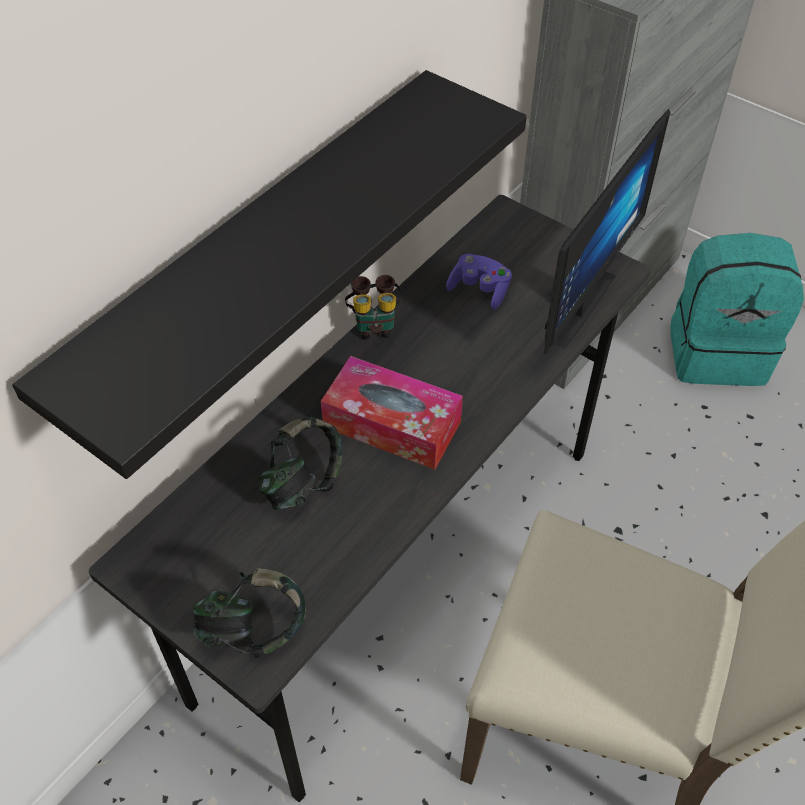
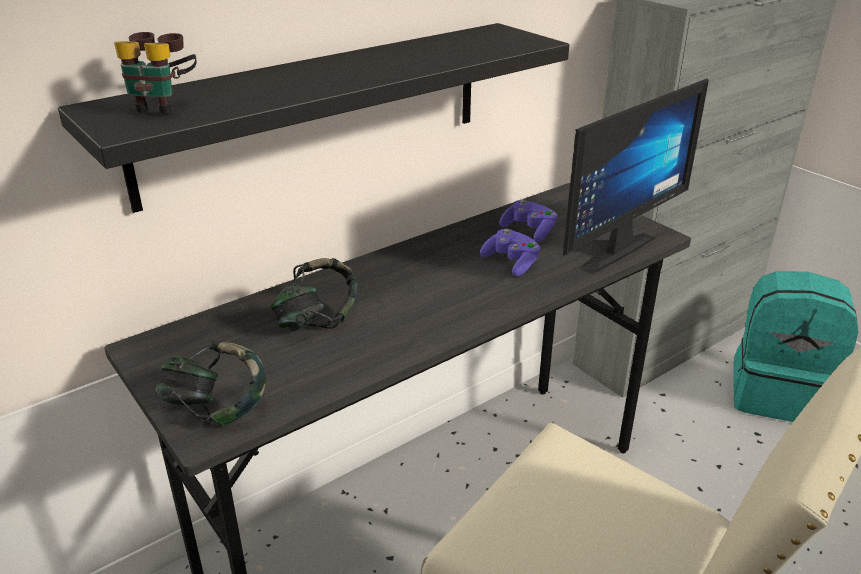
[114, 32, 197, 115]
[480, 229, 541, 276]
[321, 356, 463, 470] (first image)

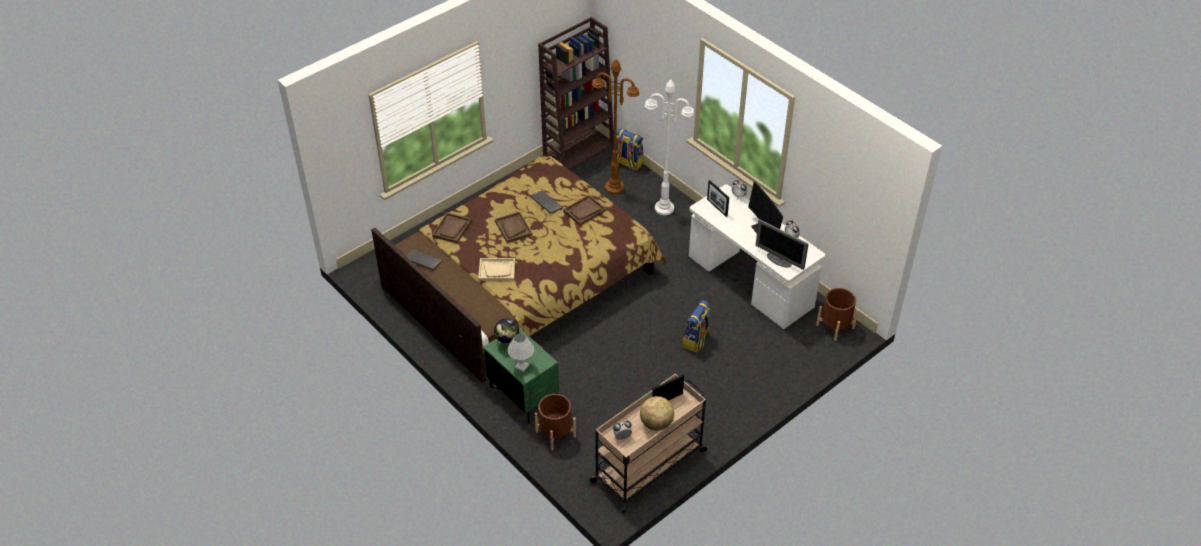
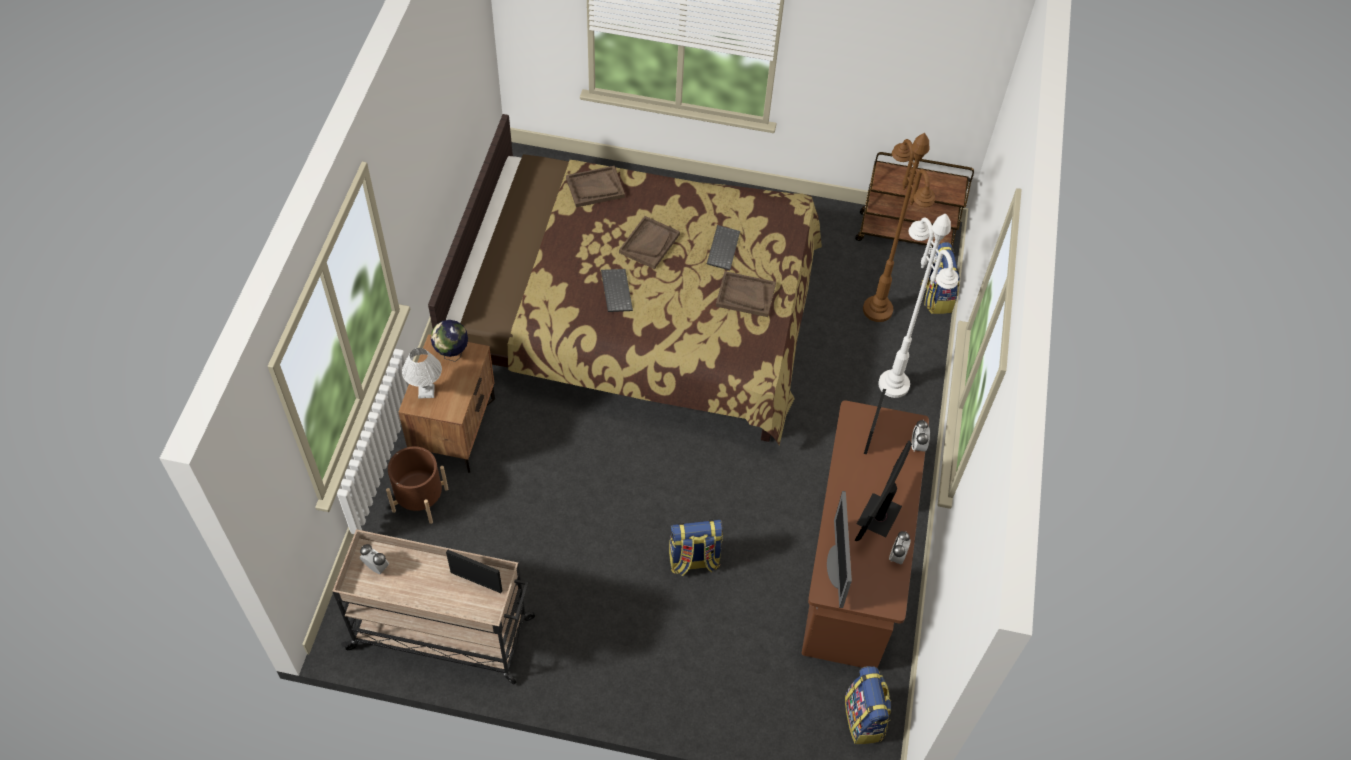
[398, 334, 495, 473]
[601, 269, 633, 312]
[802, 400, 929, 668]
[845, 666, 891, 744]
[855, 152, 974, 248]
[478, 258, 515, 281] (first image)
[640, 396, 674, 431] (first image)

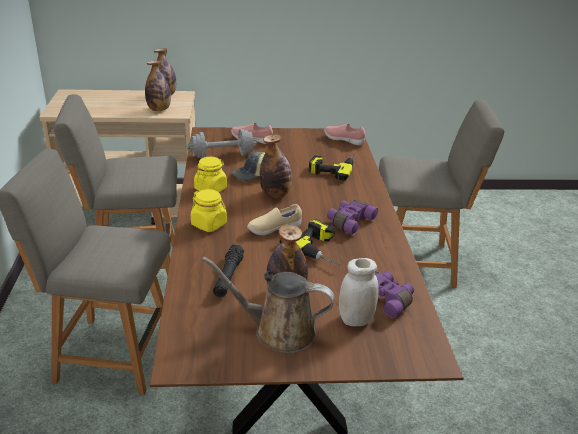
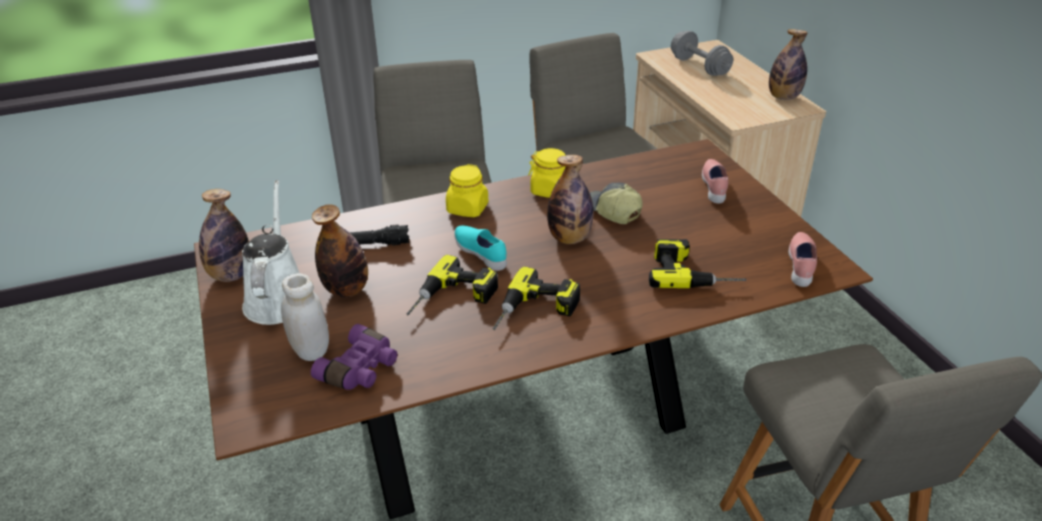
[199, 189, 249, 282]
[242, 180, 299, 325]
[454, 225, 507, 271]
[493, 266, 580, 330]
[671, 31, 733, 76]

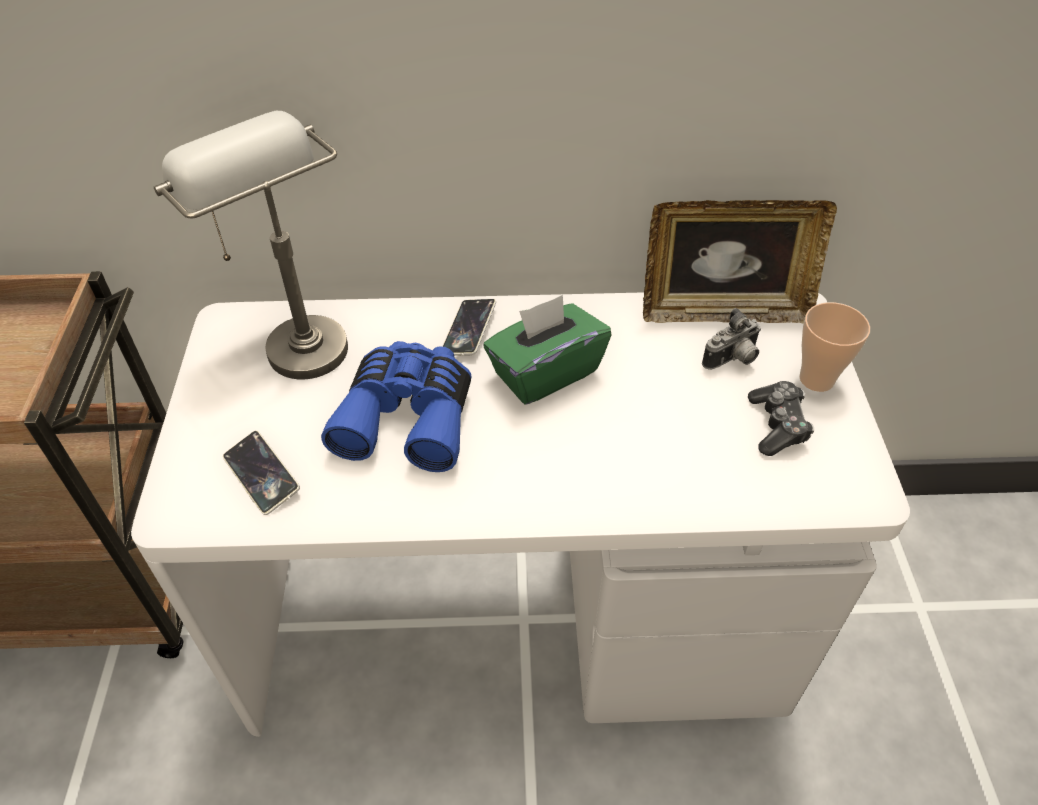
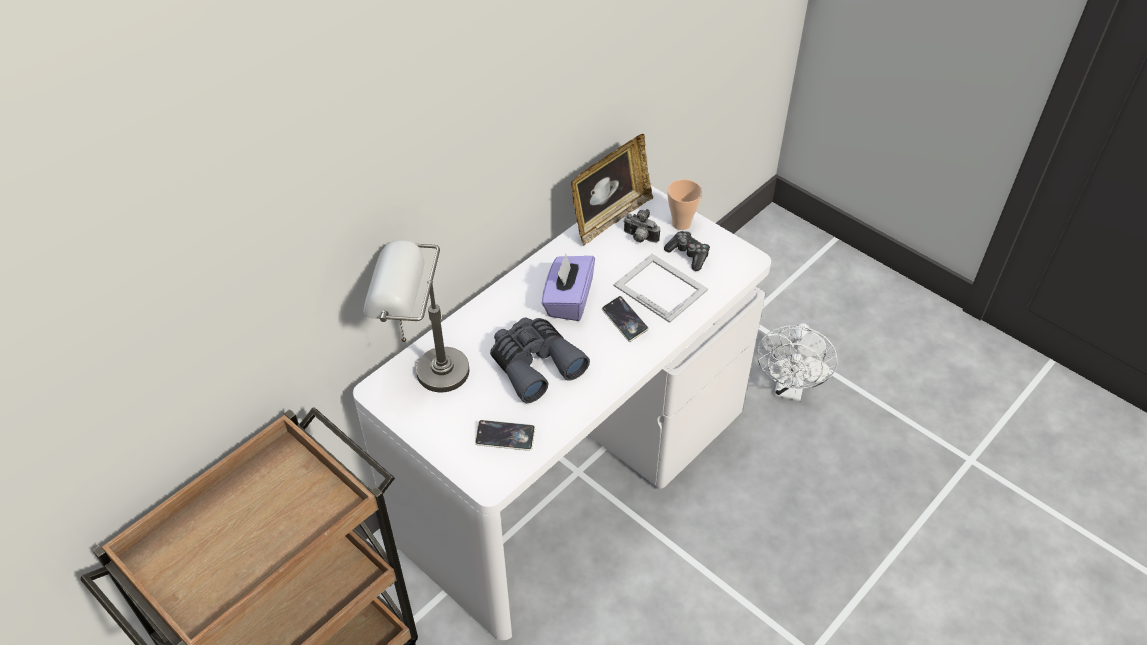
[490, 318, 590, 403]
[542, 254, 595, 321]
[602, 296, 649, 342]
[613, 254, 708, 323]
[623, 209, 660, 243]
[757, 323, 838, 402]

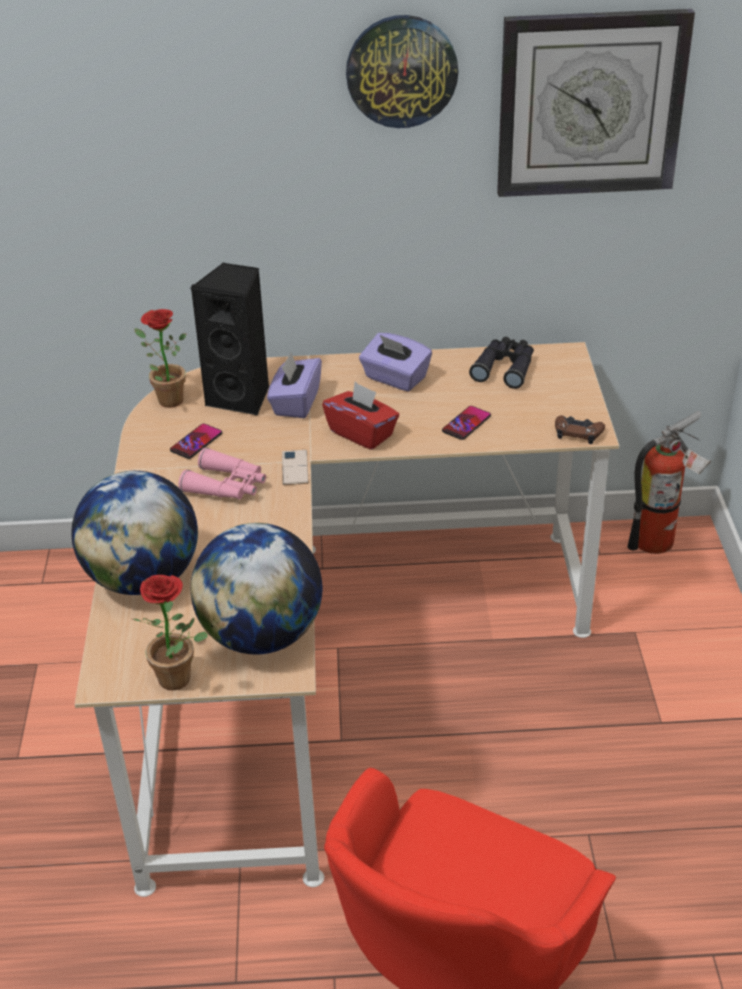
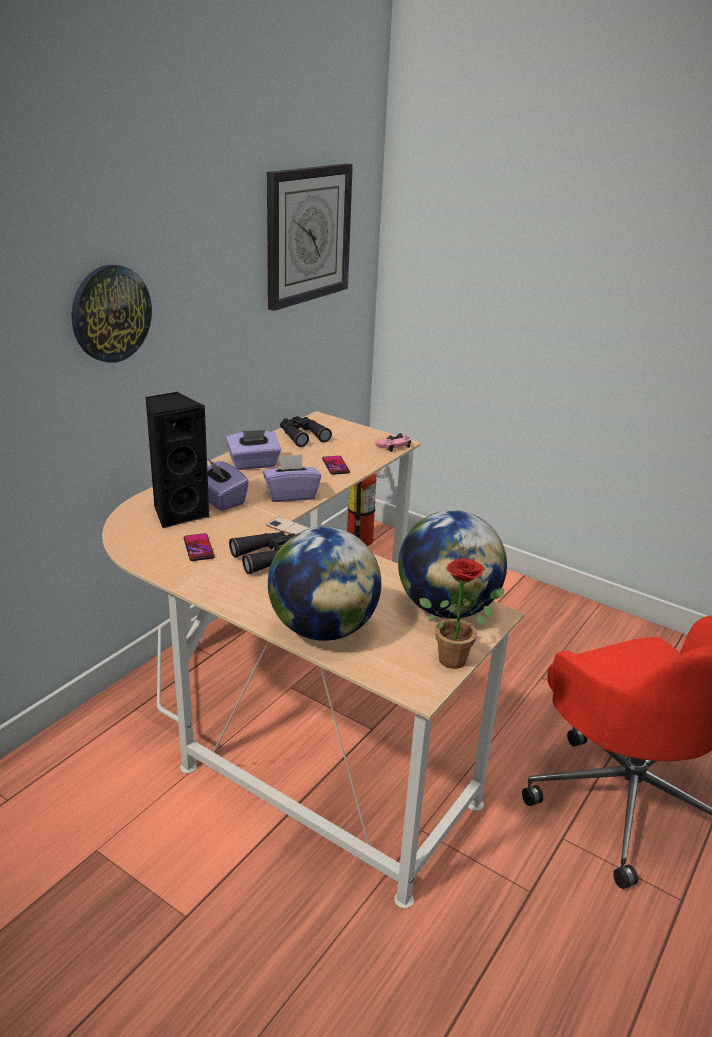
[72, 265, 152, 363]
[229, 531, 295, 574]
[263, 454, 321, 502]
[375, 433, 411, 452]
[135, 309, 186, 408] (first image)

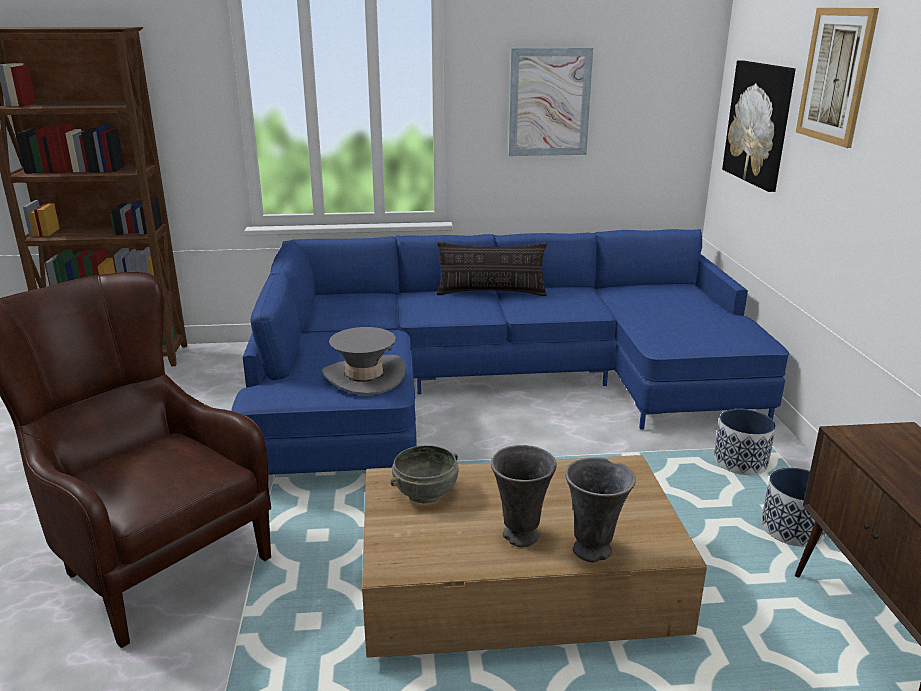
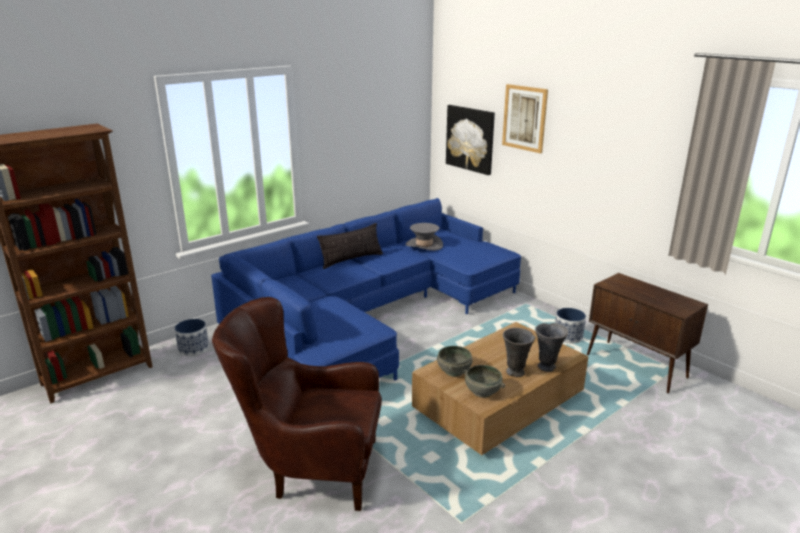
[175, 319, 209, 356]
[406, 223, 443, 251]
[463, 365, 505, 398]
[508, 48, 593, 156] (first image)

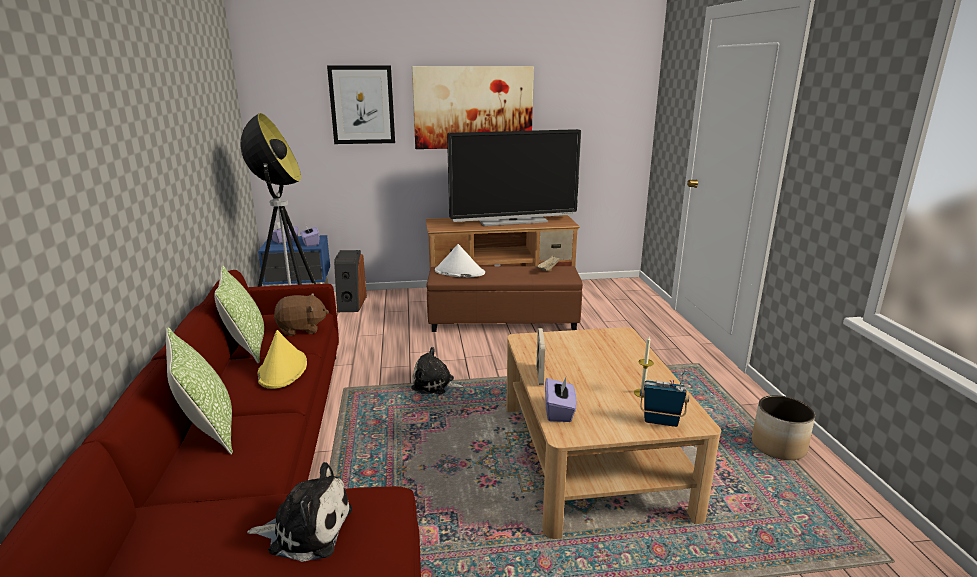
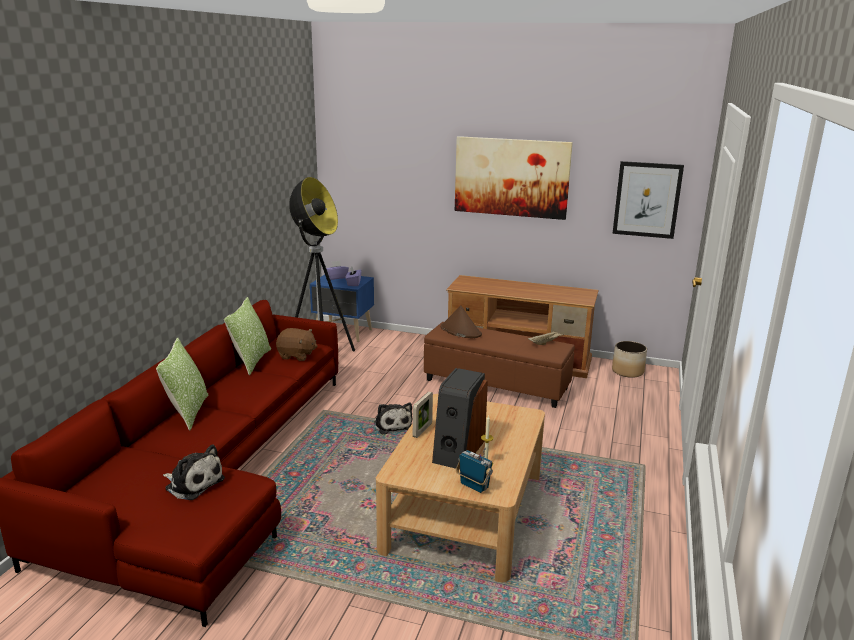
[374, 402, 412, 435]
[432, 368, 488, 469]
[441, 305, 482, 338]
[612, 341, 647, 378]
[613, 161, 684, 239]
[258, 330, 307, 389] (first image)
[447, 129, 581, 226] (first image)
[545, 375, 577, 422] (first image)

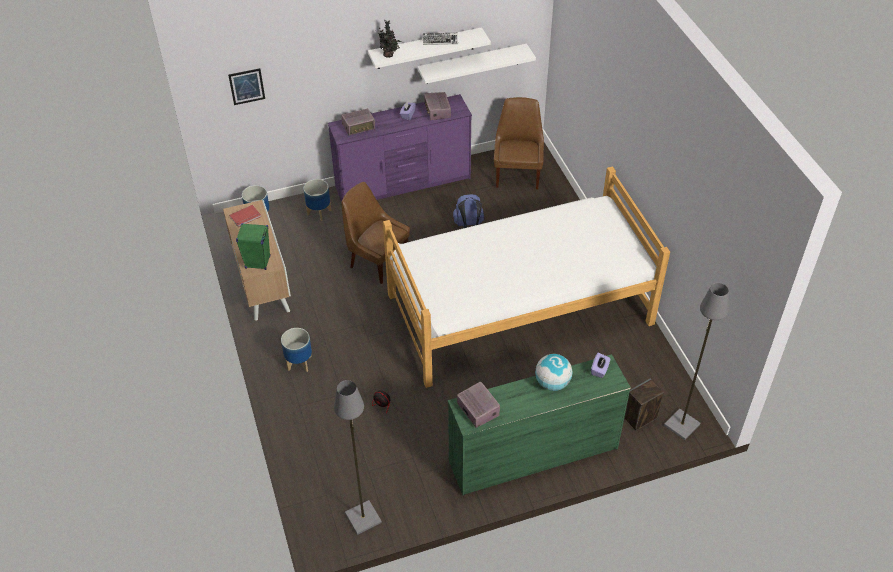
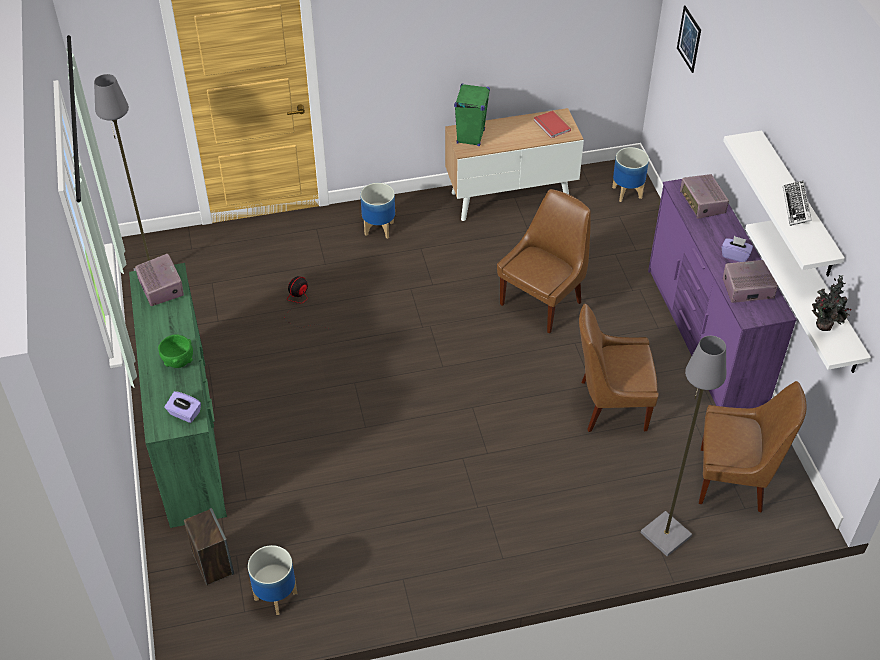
[135, 254, 184, 306]
[158, 334, 193, 368]
[248, 545, 298, 615]
[579, 304, 659, 432]
[640, 336, 726, 557]
[812, 275, 852, 331]
[383, 166, 670, 388] (first image)

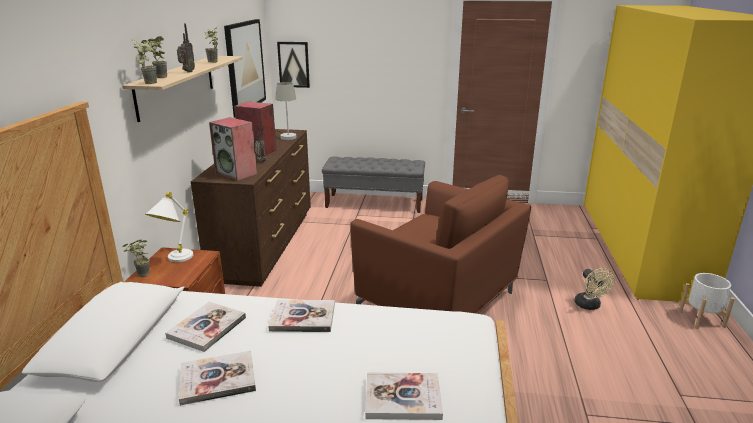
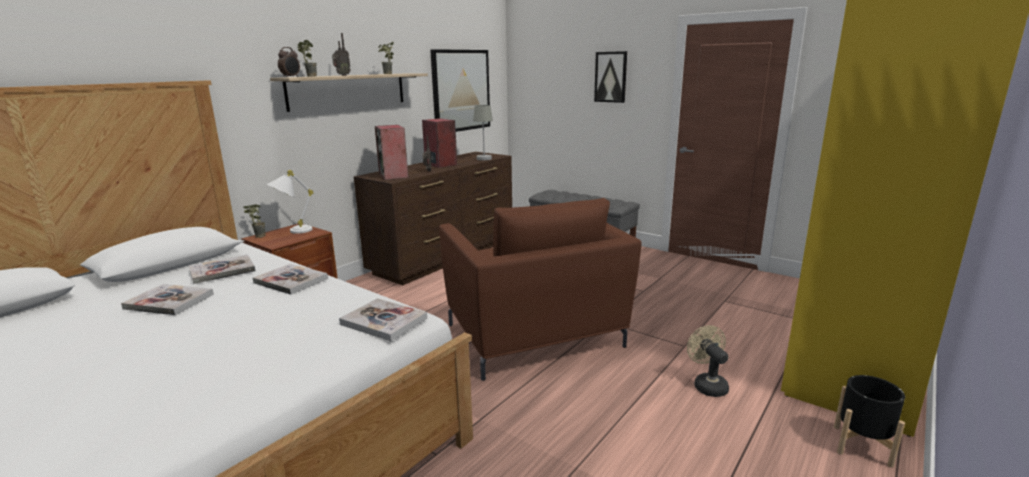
[278, 47, 300, 77]
[339, 298, 427, 341]
[594, 51, 627, 103]
[687, 325, 729, 397]
[834, 375, 905, 468]

